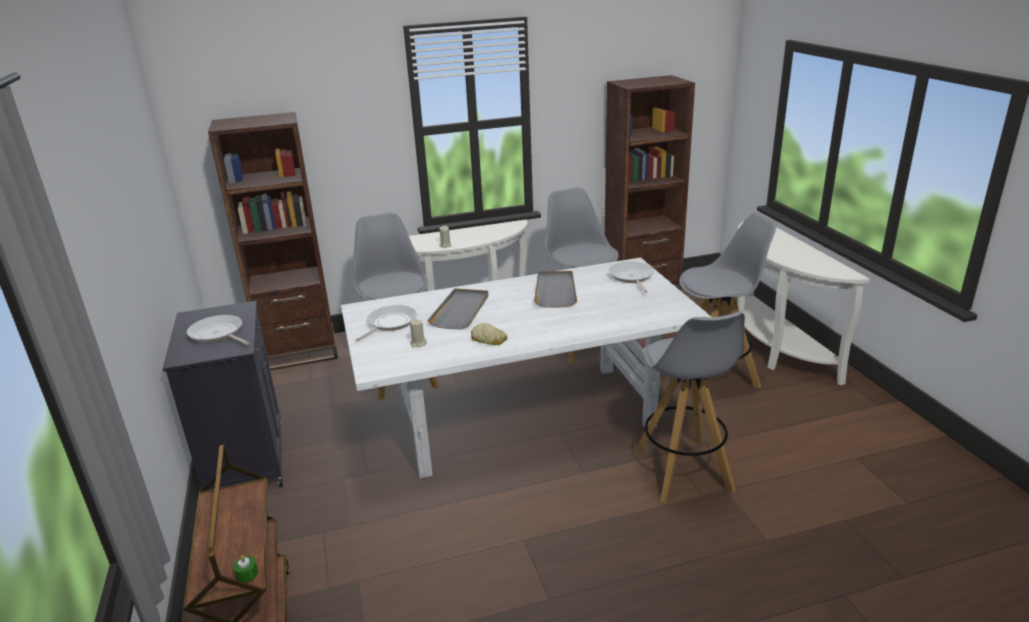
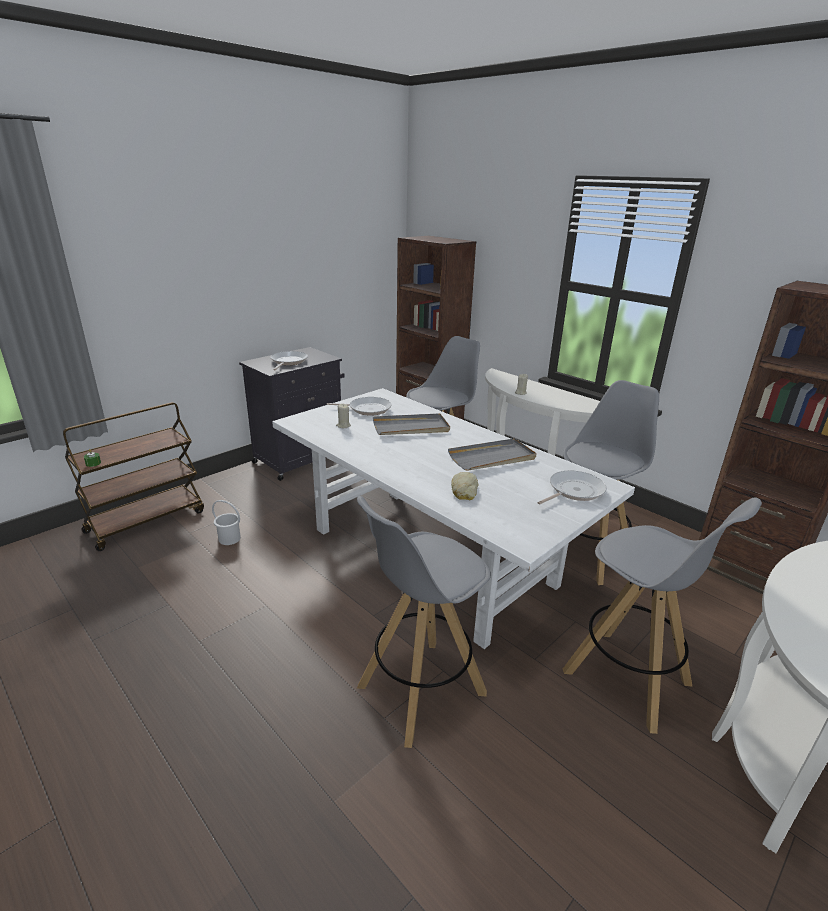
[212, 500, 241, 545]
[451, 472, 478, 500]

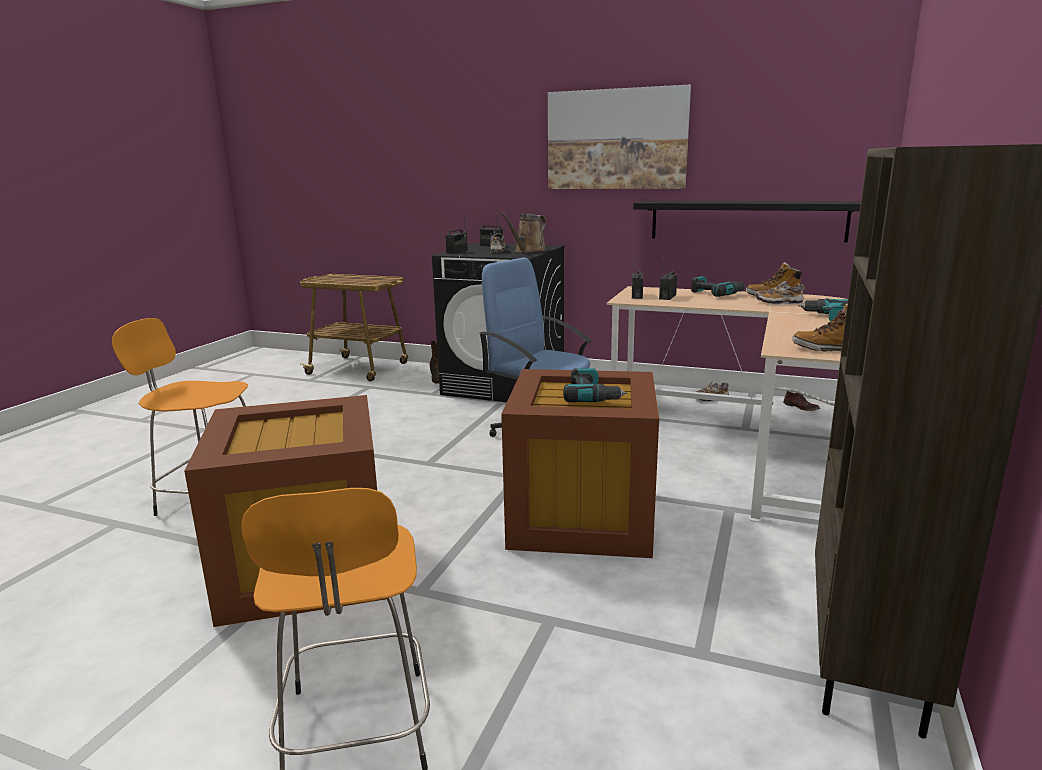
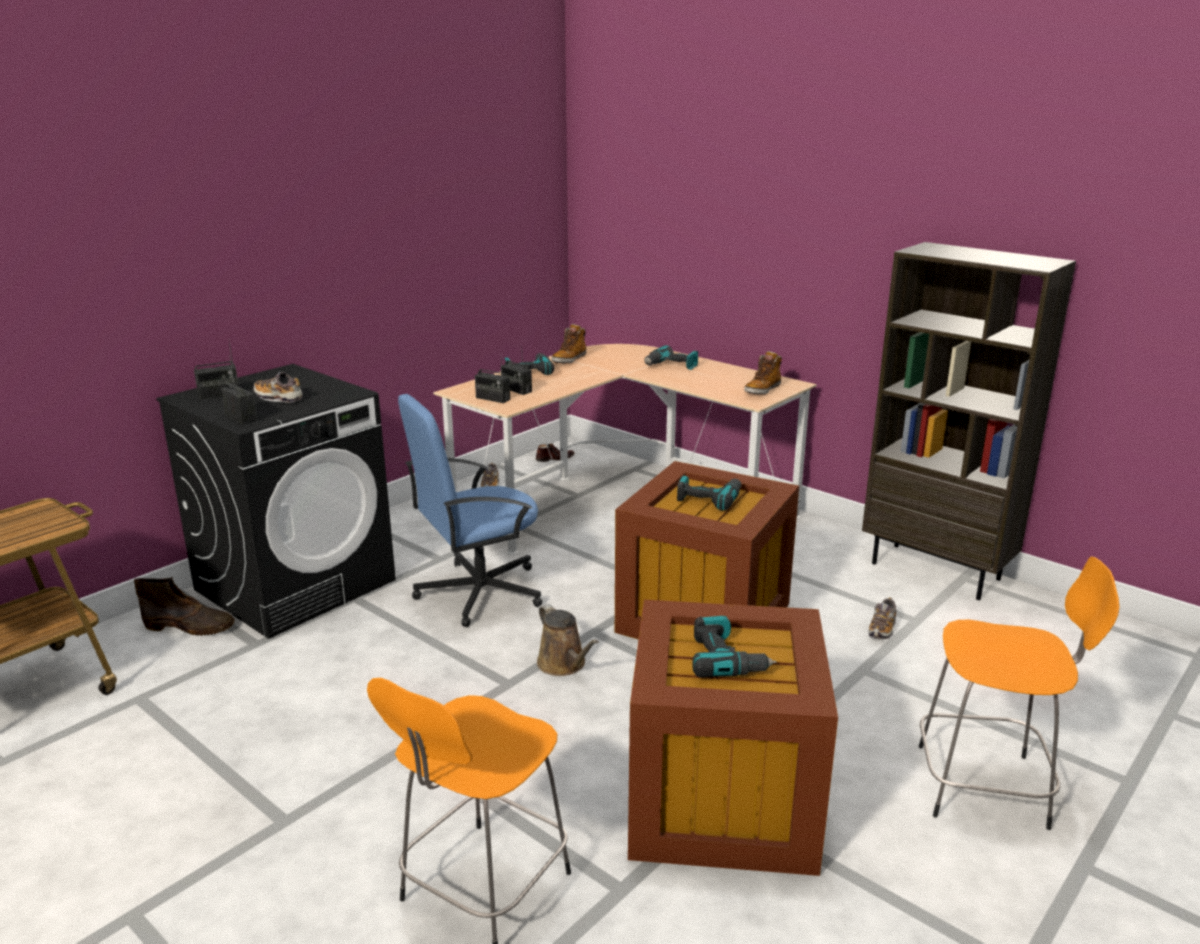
[537, 604, 599, 676]
[692, 616, 776, 677]
[868, 597, 896, 639]
[548, 85, 691, 189] (first image)
[633, 201, 861, 243] (first image)

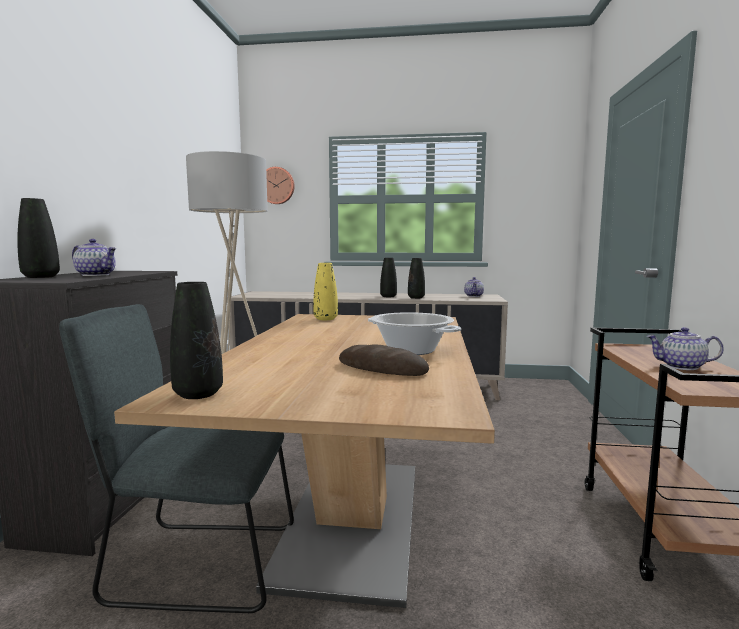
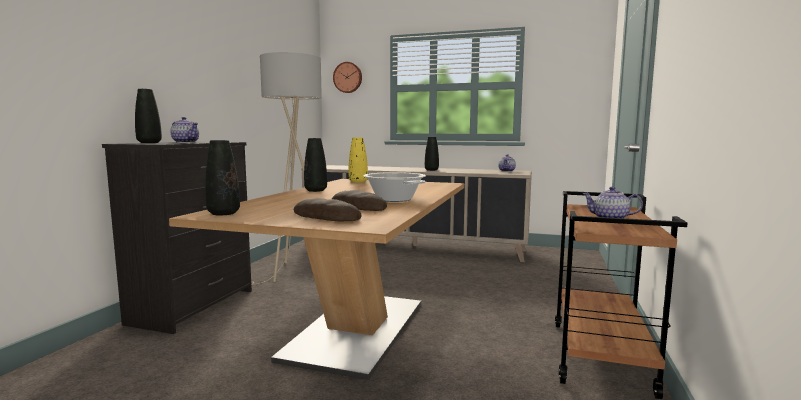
[293, 198, 362, 221]
[304, 138, 327, 192]
[59, 304, 294, 613] (first image)

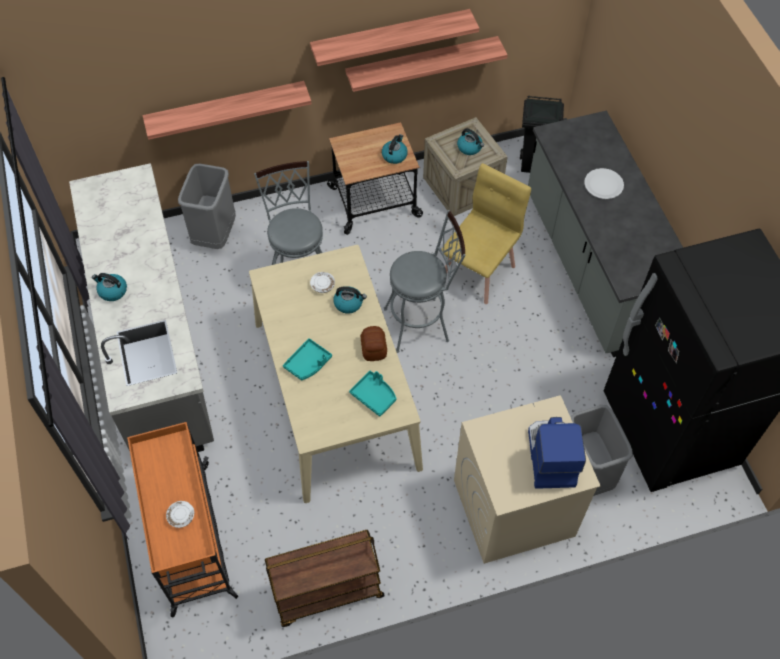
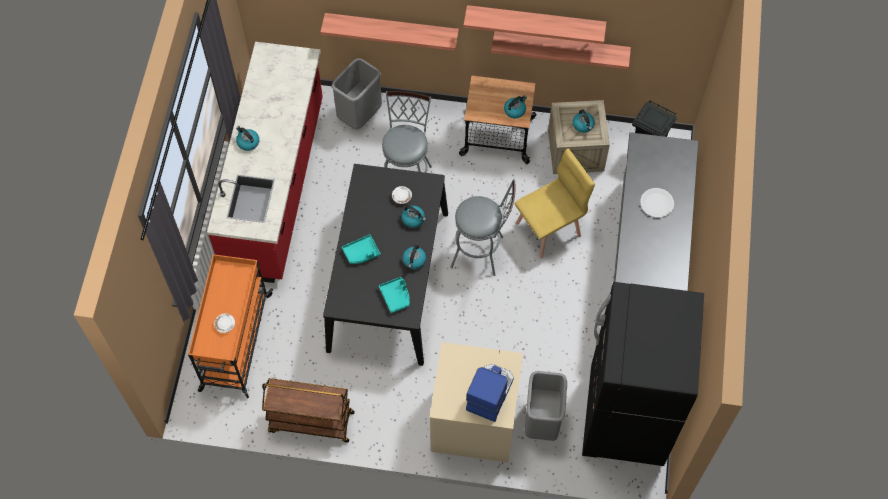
[207, 42, 323, 283]
[323, 164, 448, 366]
[402, 245, 426, 269]

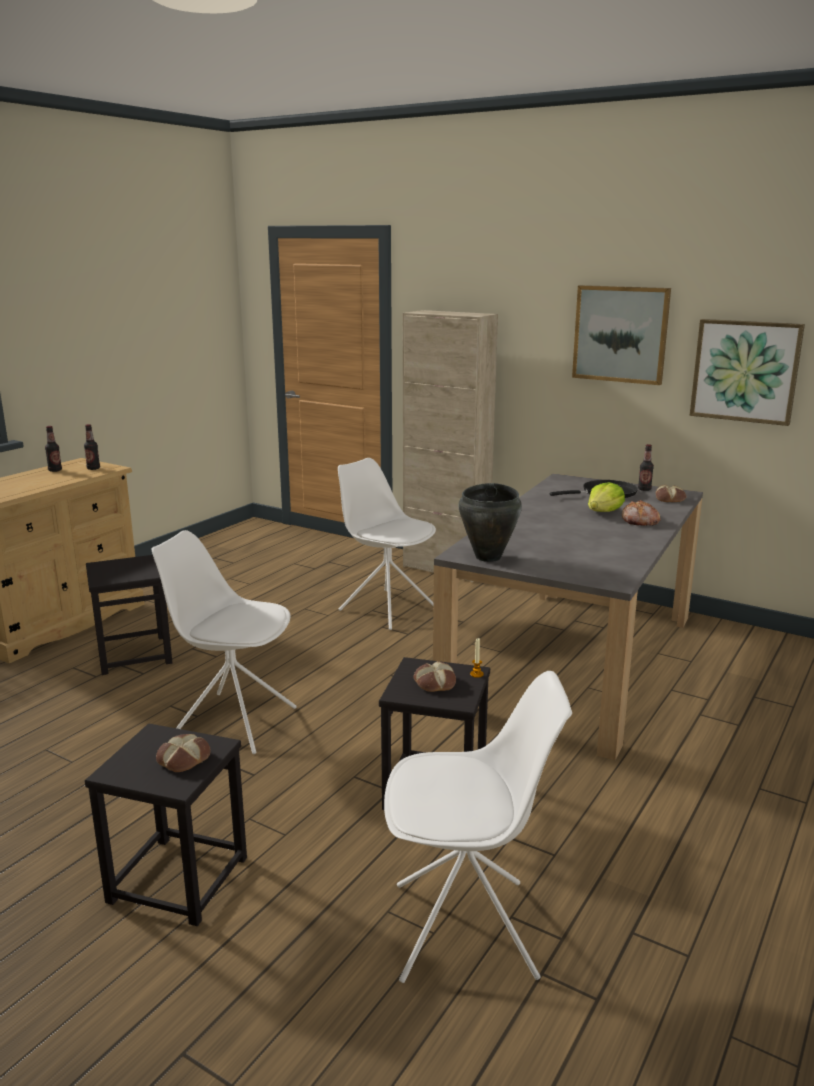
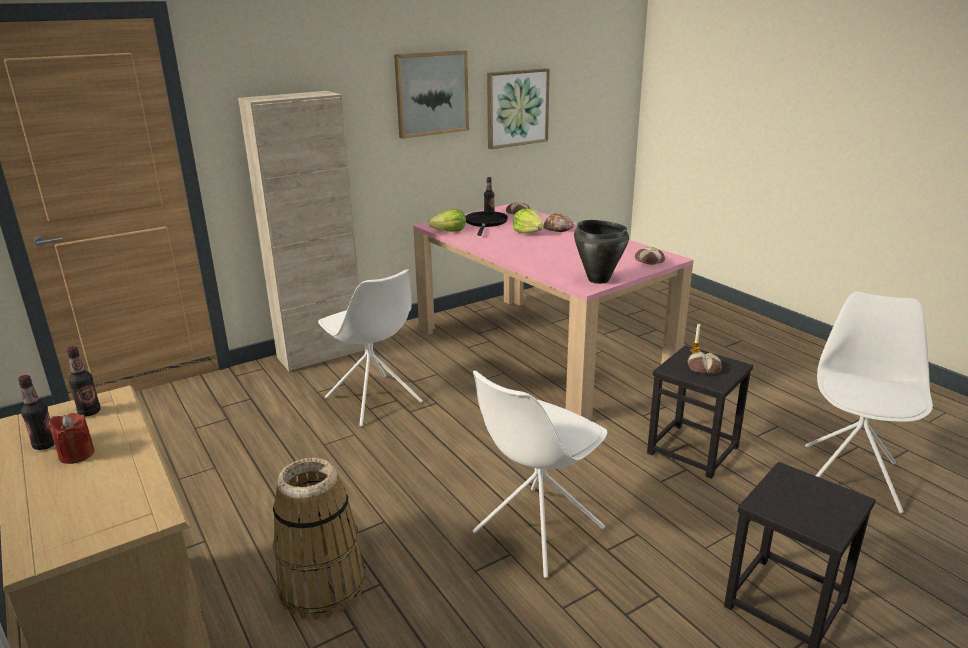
[48, 413, 95, 464]
[272, 458, 366, 620]
[318, 270, 423, 427]
[413, 204, 694, 420]
[429, 209, 466, 232]
[635, 247, 665, 265]

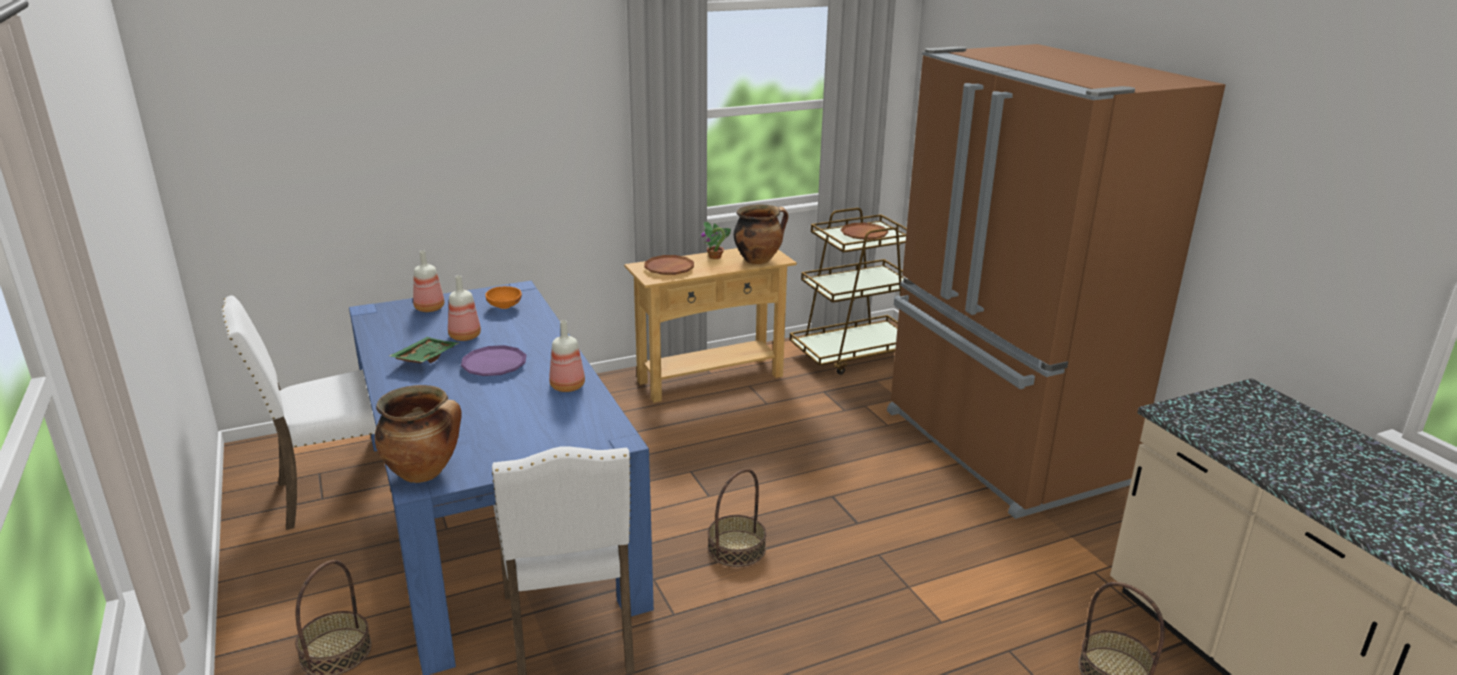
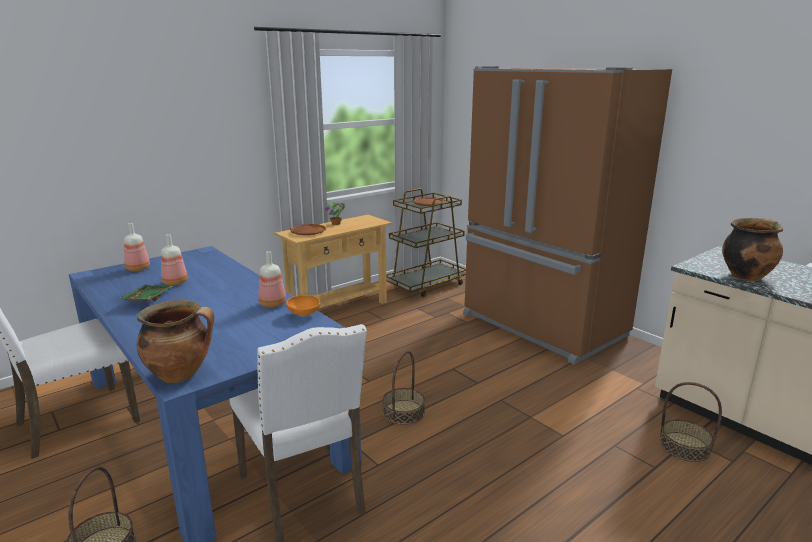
[286, 295, 320, 316]
[722, 218, 783, 281]
[461, 345, 526, 376] (first image)

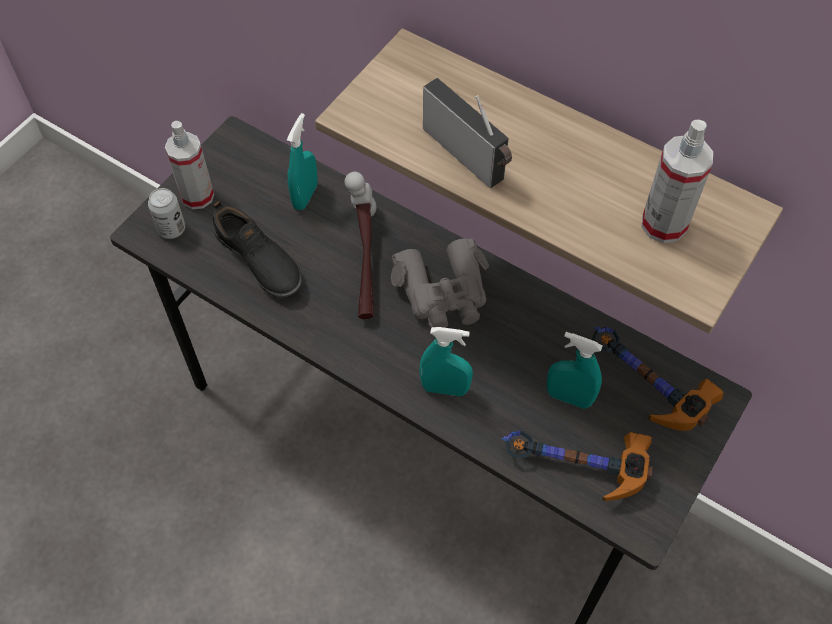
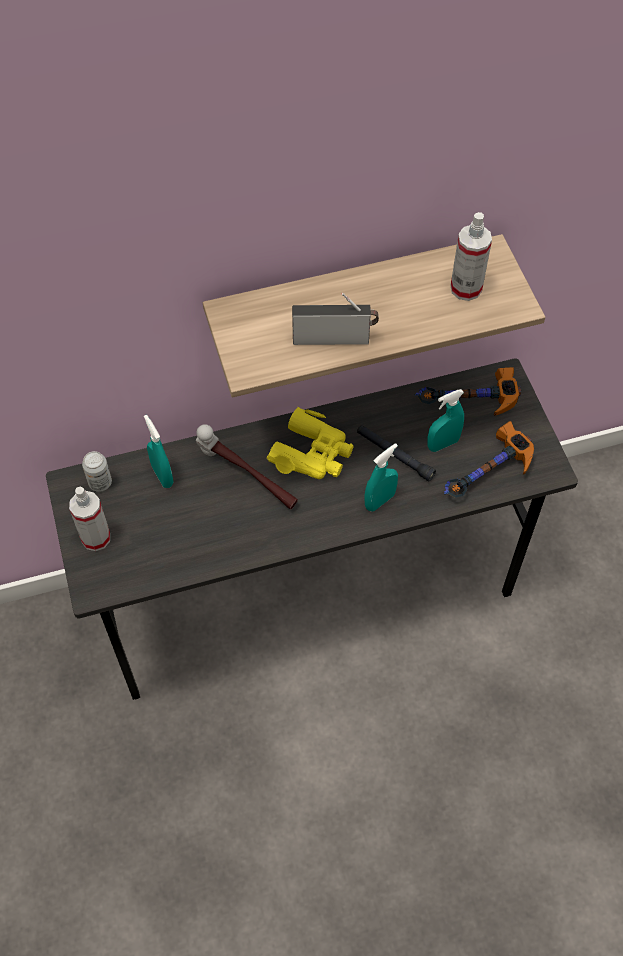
[82, 451, 112, 492]
[267, 407, 354, 479]
[357, 425, 436, 481]
[213, 201, 302, 298] (first image)

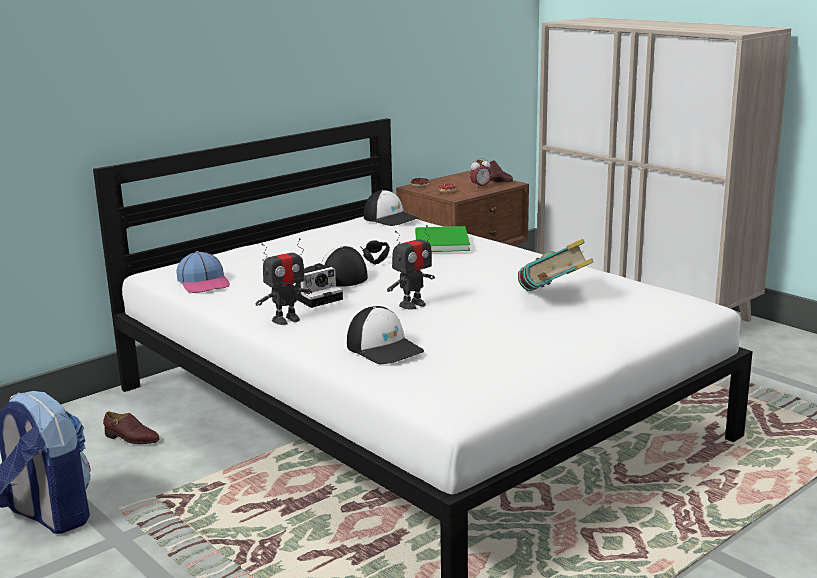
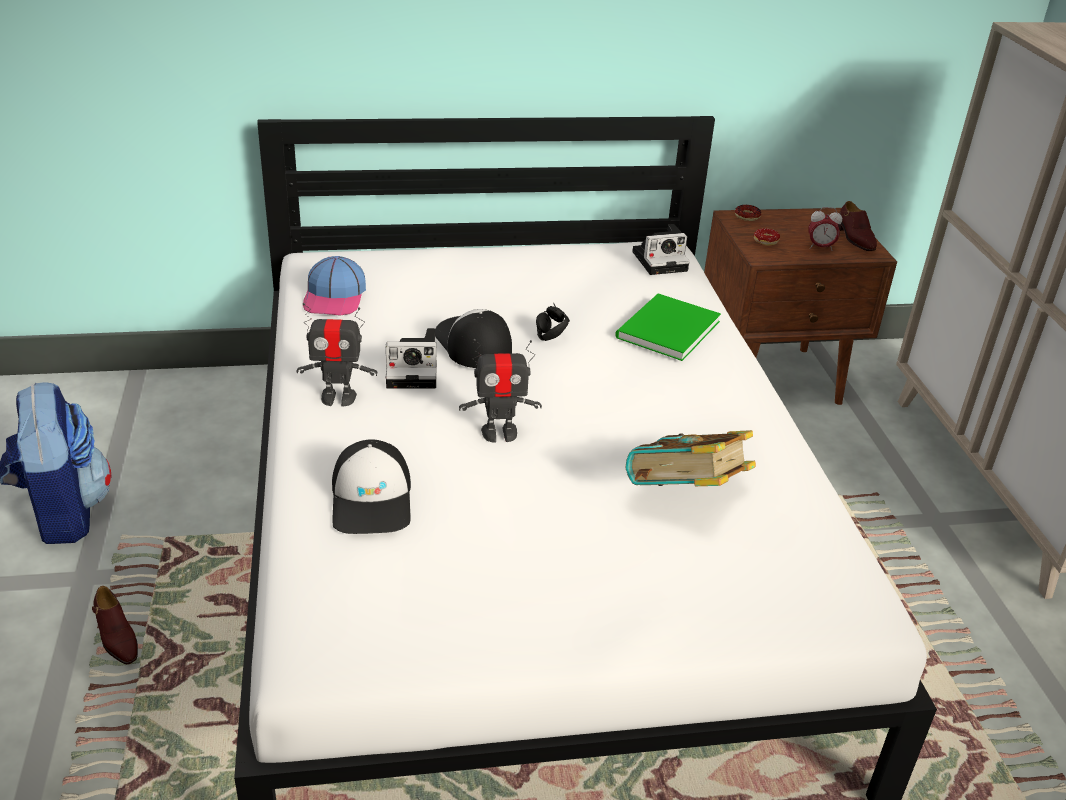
[92, 586, 138, 664]
[632, 224, 690, 275]

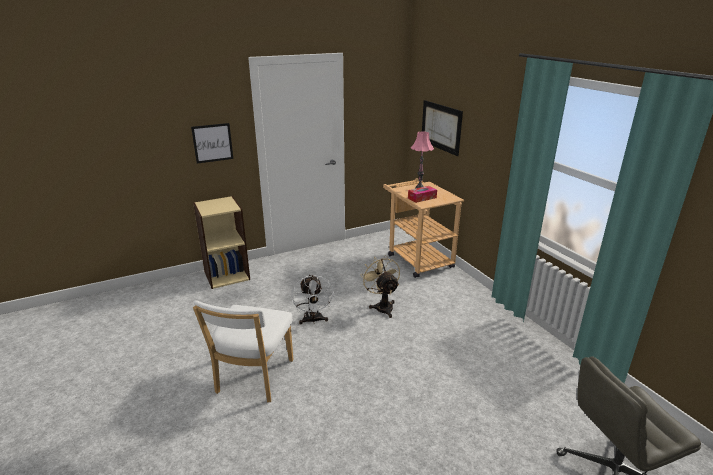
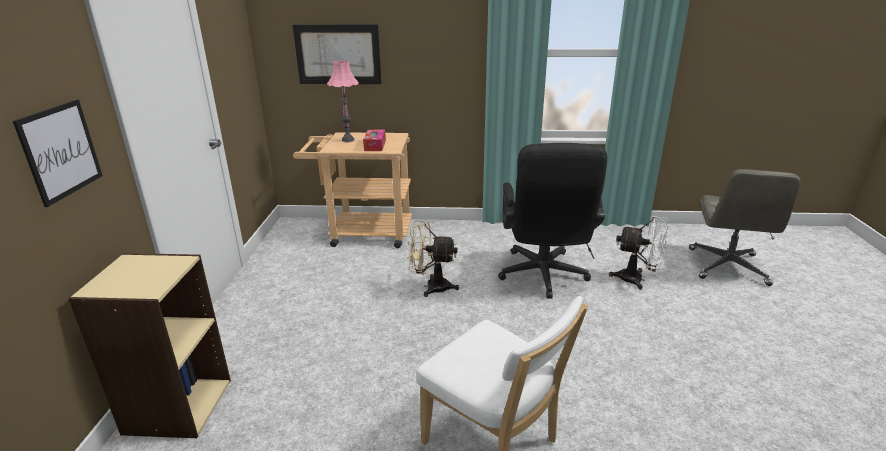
[498, 143, 607, 299]
[609, 216, 668, 290]

